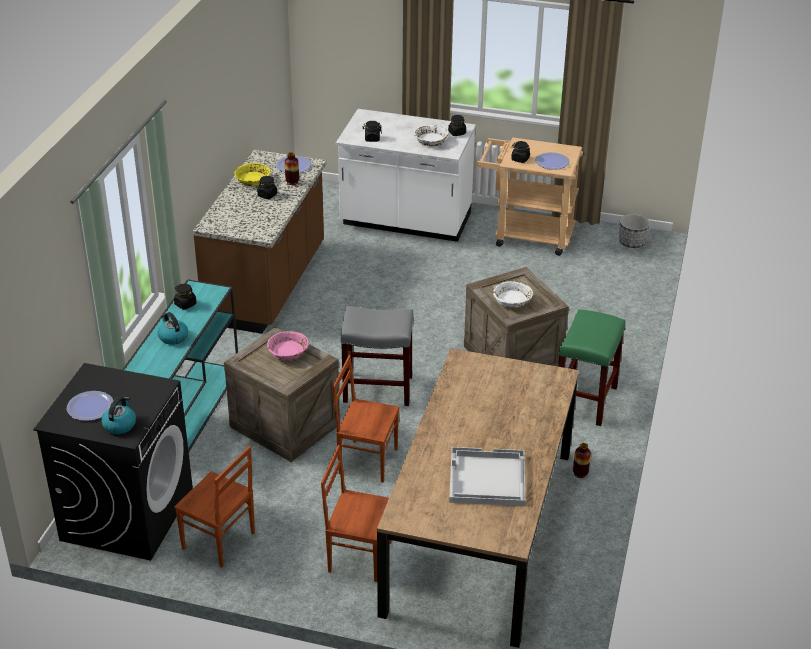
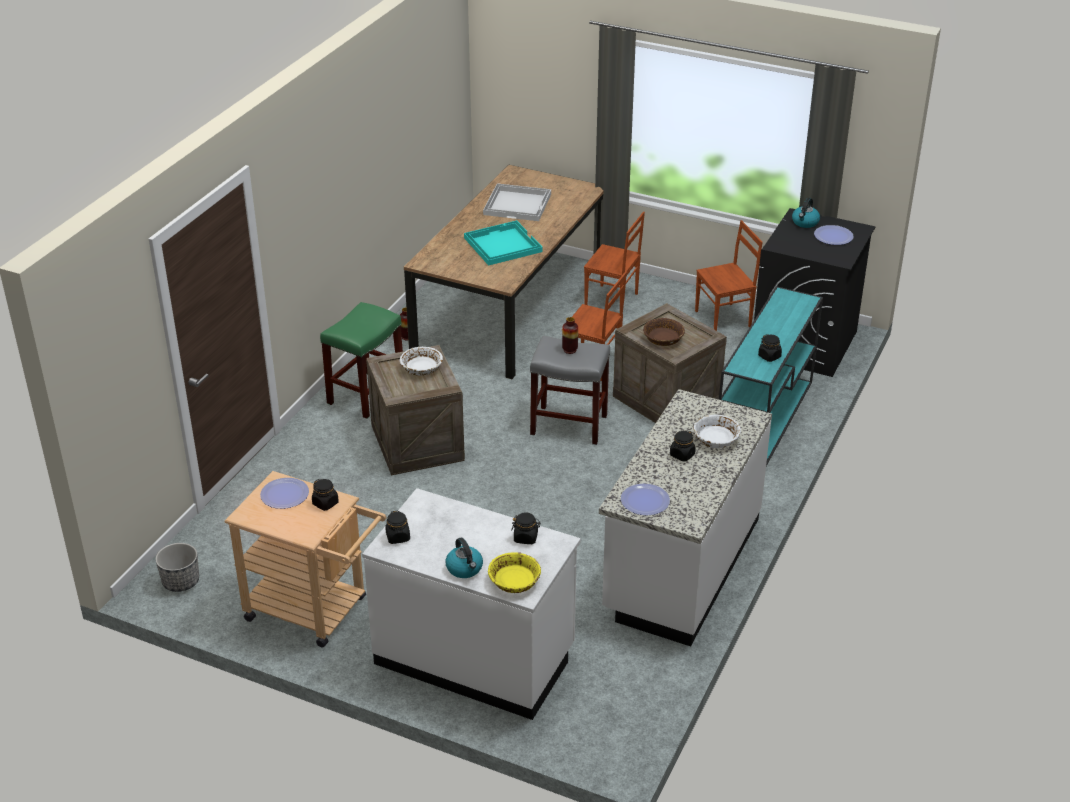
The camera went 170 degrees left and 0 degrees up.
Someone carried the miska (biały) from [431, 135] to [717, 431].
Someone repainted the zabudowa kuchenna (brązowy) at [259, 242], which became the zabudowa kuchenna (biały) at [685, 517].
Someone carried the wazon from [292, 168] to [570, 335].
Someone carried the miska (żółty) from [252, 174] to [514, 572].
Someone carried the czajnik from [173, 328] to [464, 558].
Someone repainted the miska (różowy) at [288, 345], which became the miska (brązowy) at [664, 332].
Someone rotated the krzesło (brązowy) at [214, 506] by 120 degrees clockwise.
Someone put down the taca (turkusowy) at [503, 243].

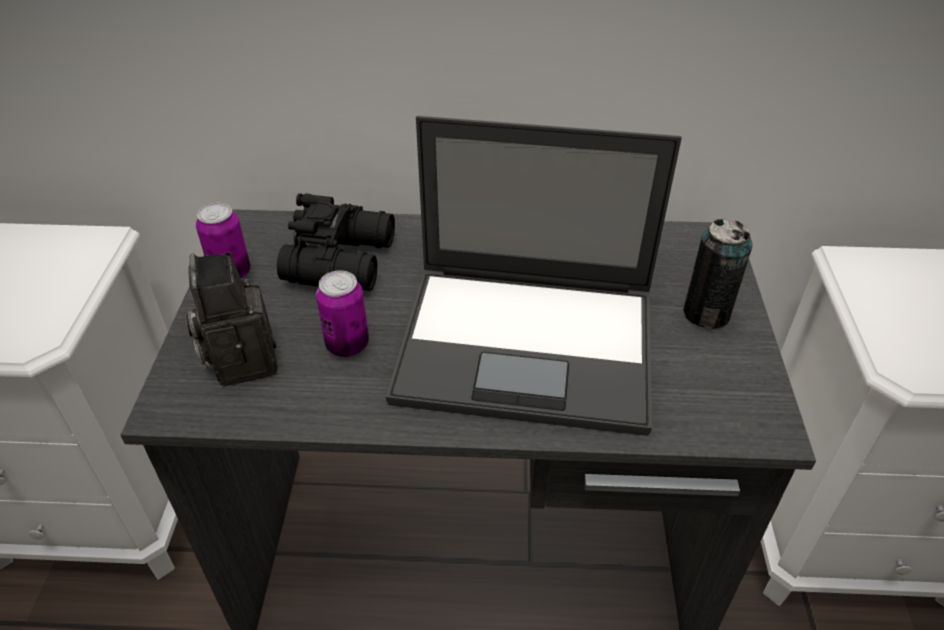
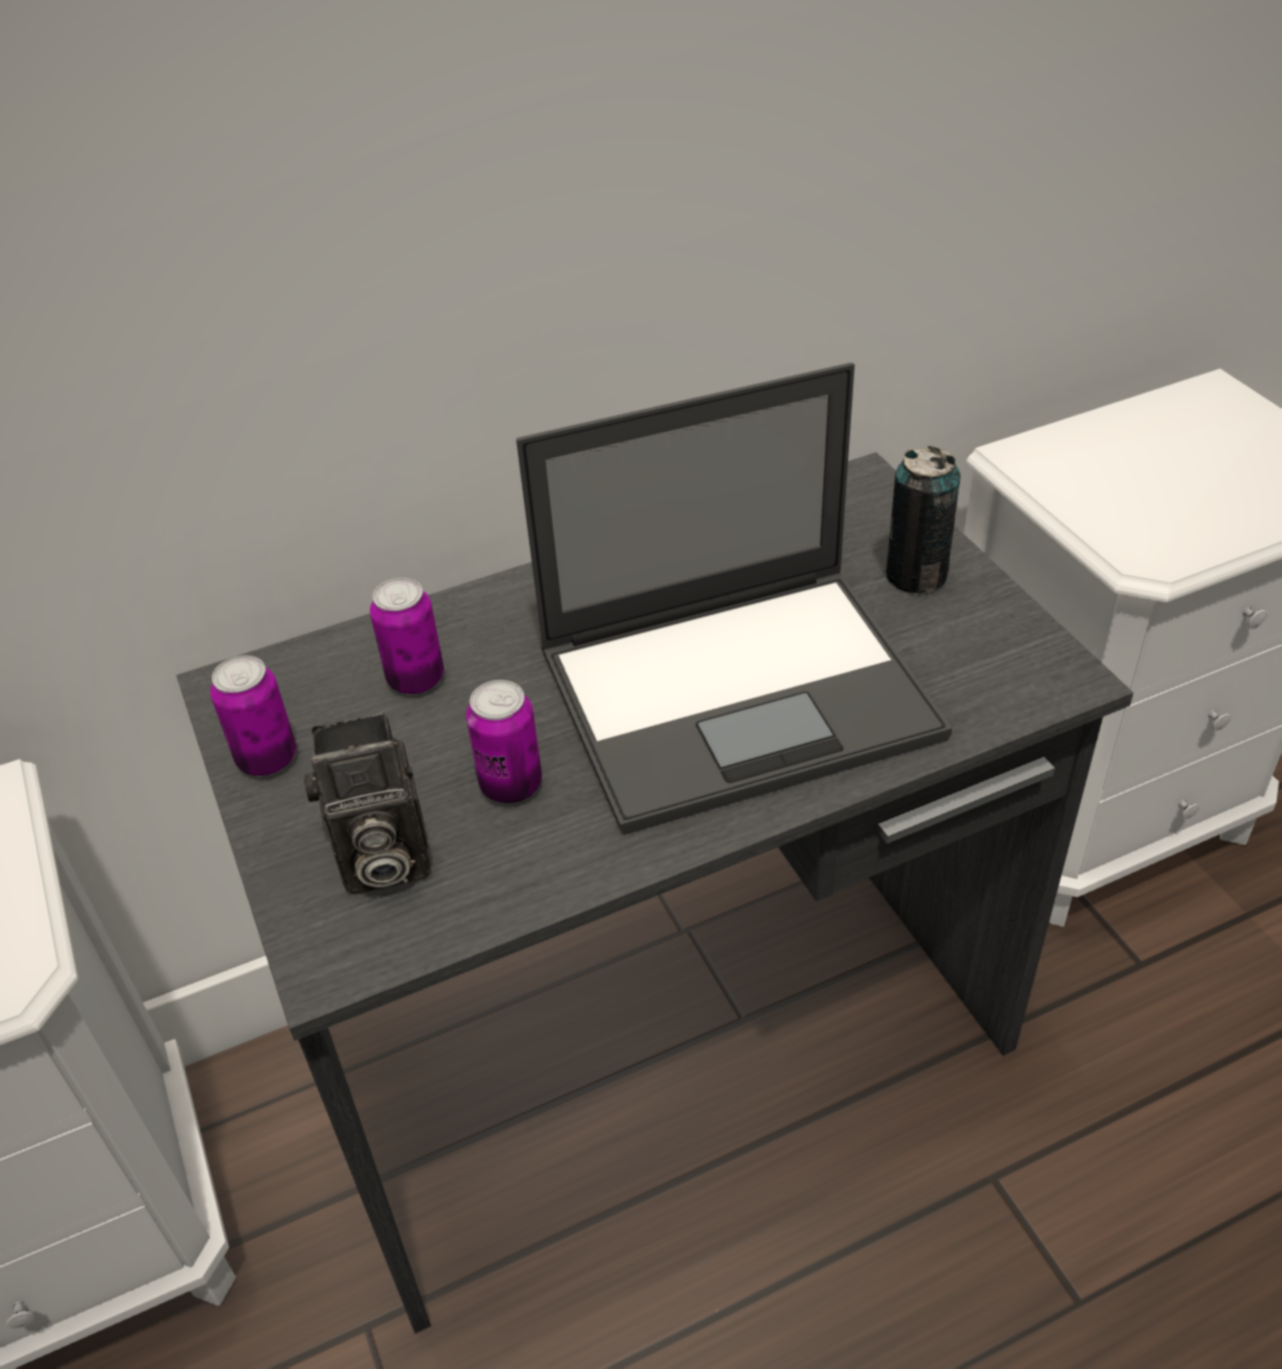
The camera went 25 degrees left and 0 degrees up.
Someone swapped the lornetka (czarny) at [336, 242] for the puszka at [407, 636].
Someone rotated the aparat fotograficzny at [232, 319] by 60 degrees counterclockwise.

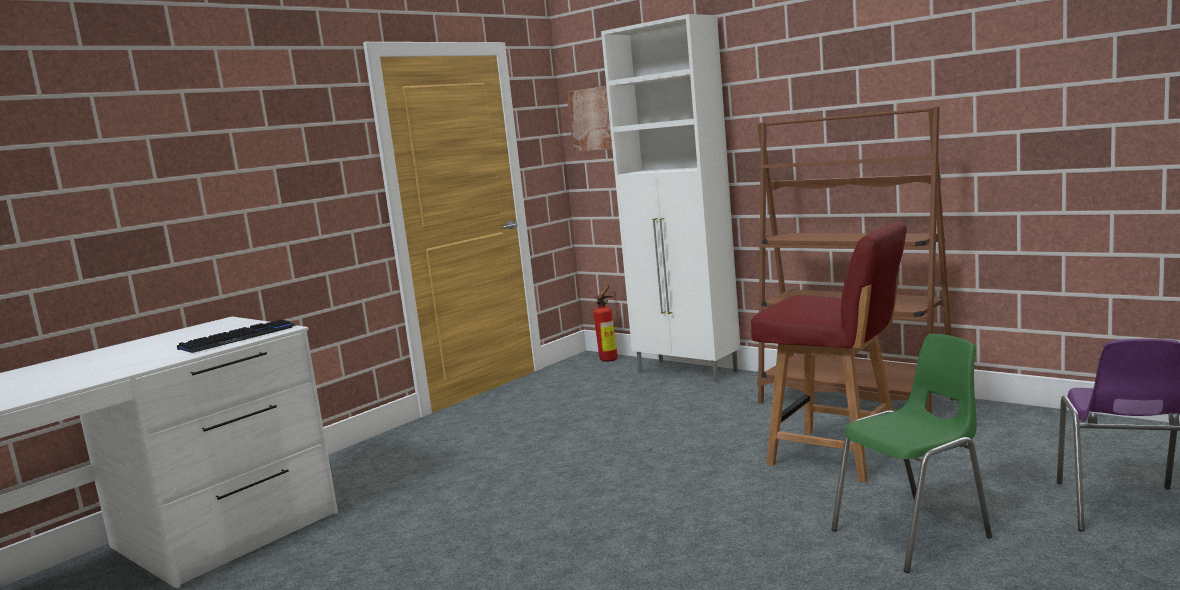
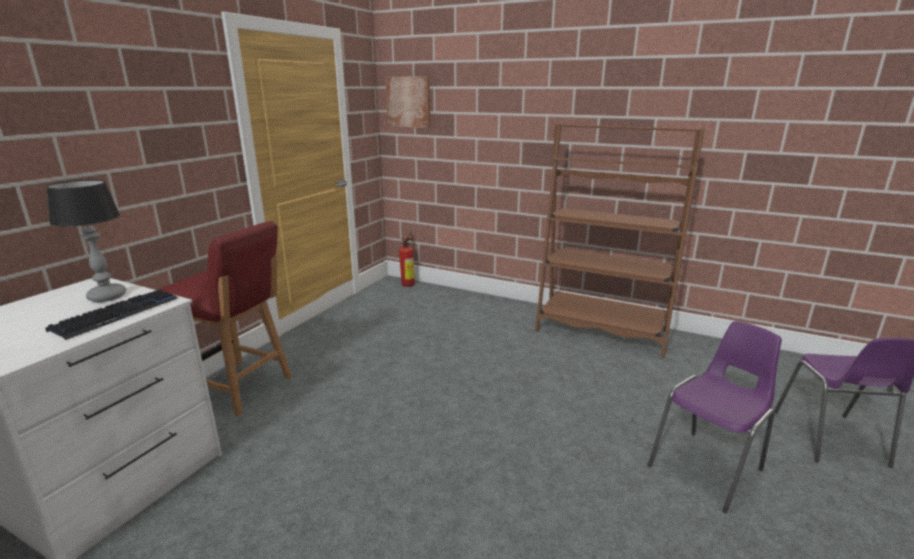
The camera went 15 degrees left and 10 degrees up.
Someone took away the szafka (biały) at [671, 198].
Someone carried the krzesło (czerwony) from [829, 352] to [225, 318].
Someone repainted the krzesło (zielony) at [911, 453], which became the krzesło (fioletowy) at [715, 417].
Someone put down the lampa stołowa at [86, 241].

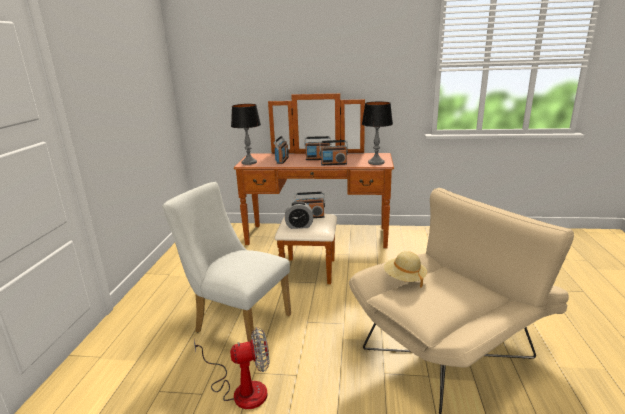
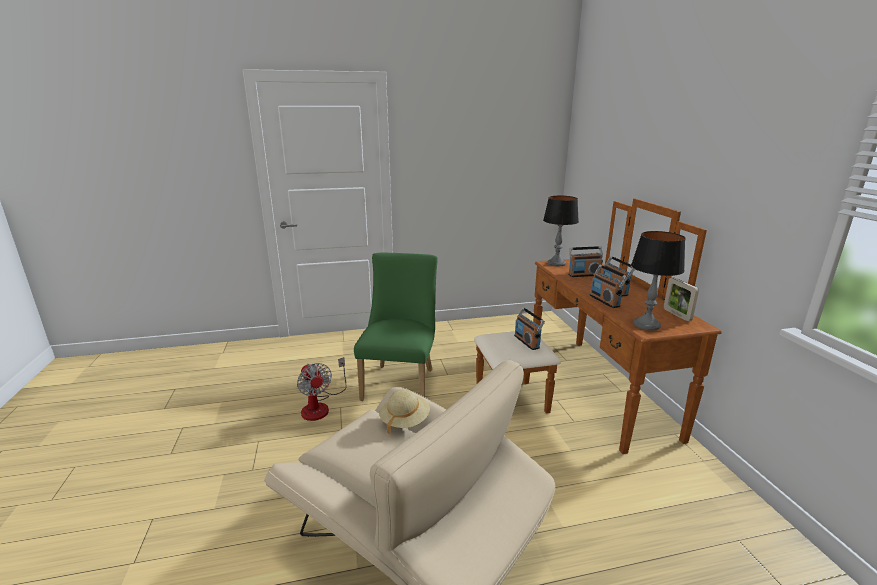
The camera went 70 degrees right and 0 degrees up.
Someone repainted the krzesło (biały) at [226, 262], which became the krzesło (zielony) at [396, 326].
Someone took away the budzik at [299, 215].
Someone put down the ramka na zdjęcie at [681, 299].

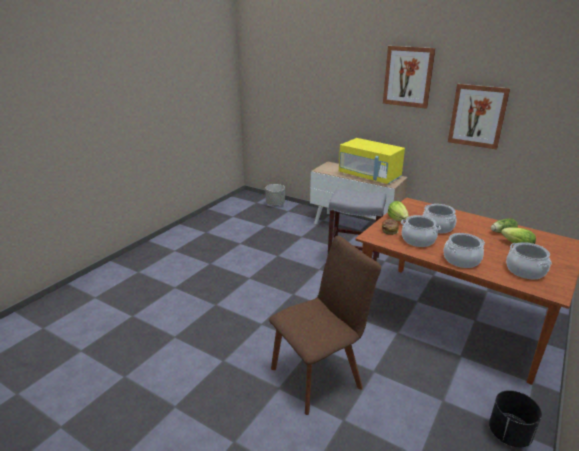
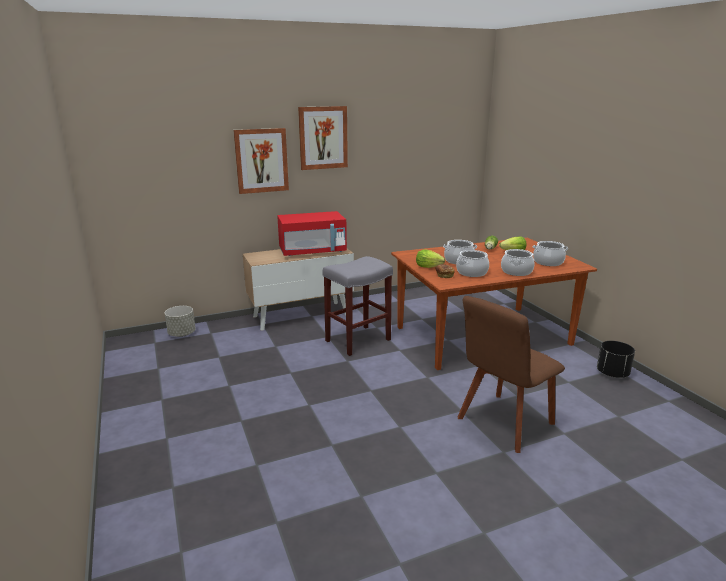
The camera went 55 degrees left and 5 degrees down.
Someone carried the obraz from [479, 116] to [261, 161].
Someone repainted the mikrofalówka (żółty) at [372, 161], which became the mikrofalówka (czerwony) at [312, 233].
Someone rotated the krzesło (brązowy) at [325, 325] by 135 degrees counterclockwise.

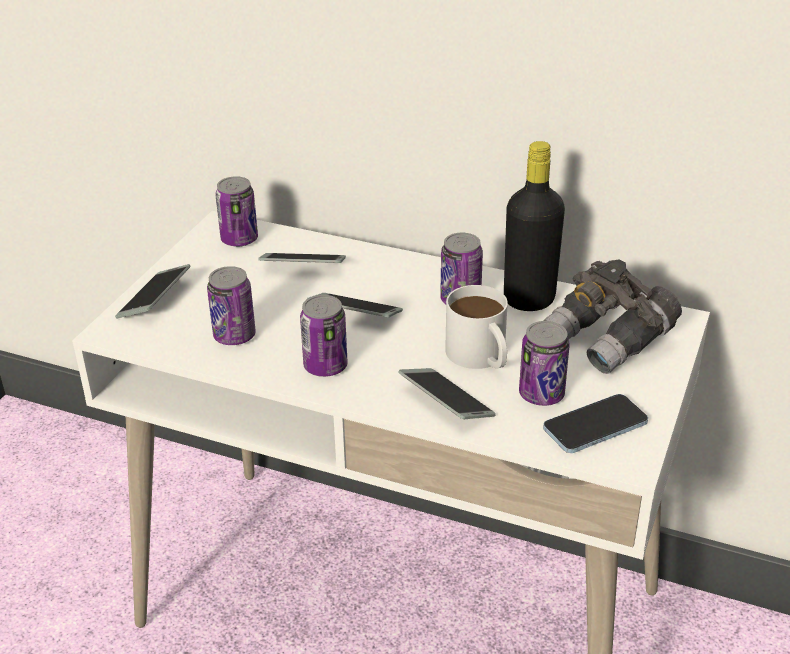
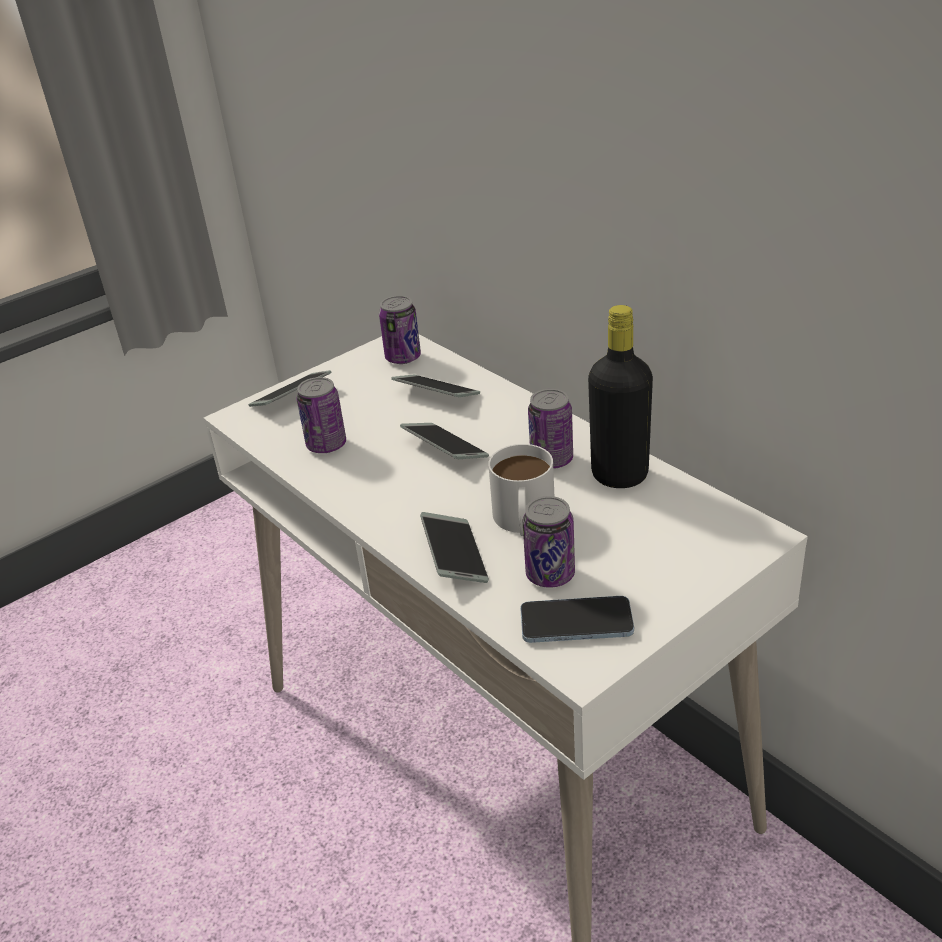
The camera went 30 degrees right and 0 degrees up.
Someone took away the lornetka (szary) at [612, 316].
Someone took away the puszka at [324, 336].

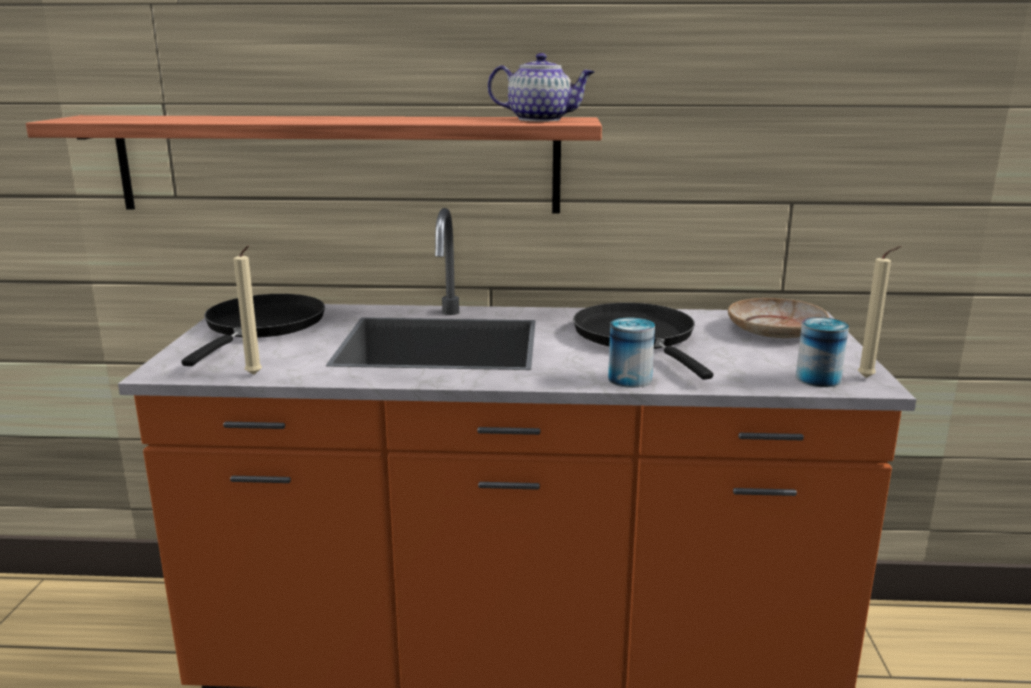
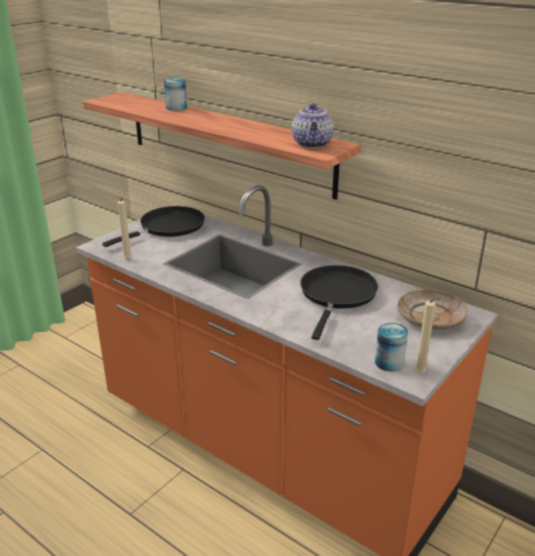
The camera went 35 degrees right and 10 degrees up.
Someone rotated the imbryk at [541, 87] by 45 degrees clockwise.
Someone carried the puszka from [631, 352] to [175, 94].

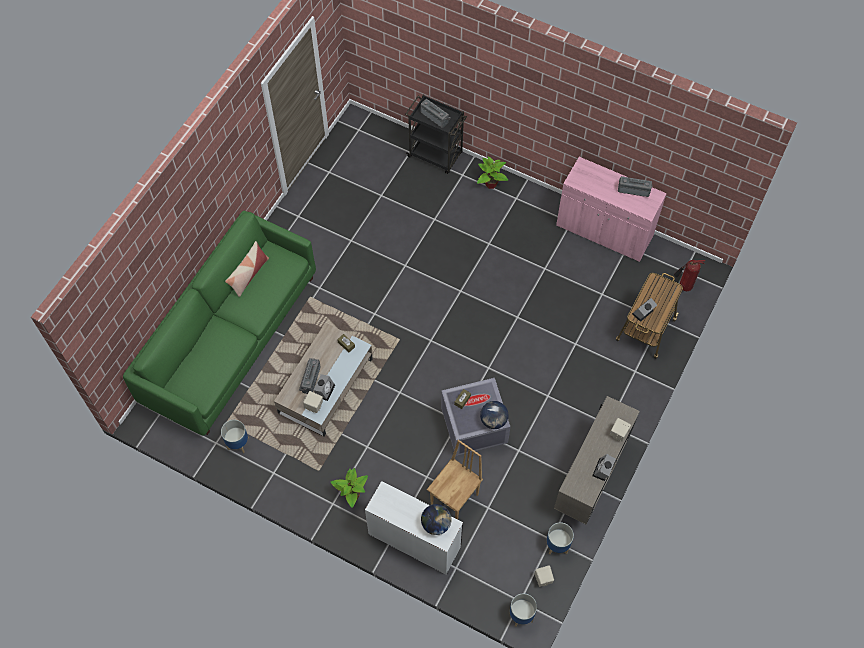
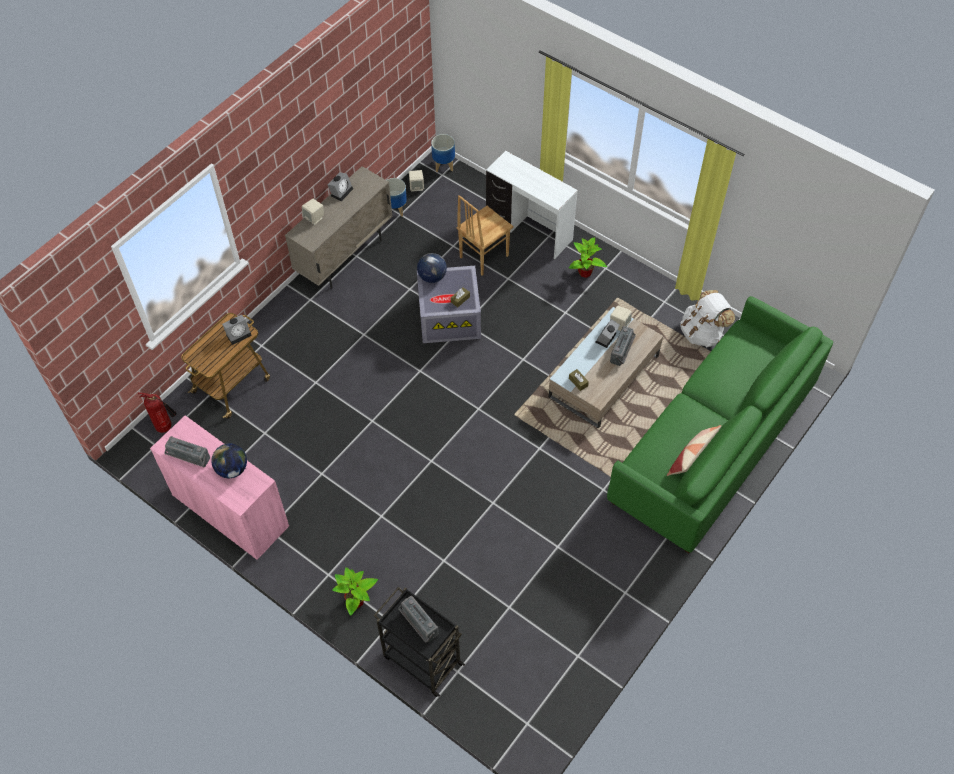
The camera went 170 degrees left and 5 degrees down.
Someone swapped the donica at [235, 436] for the plecak (biały) at [707, 318].
Someone carried the globus from [436, 519] to [229, 460].

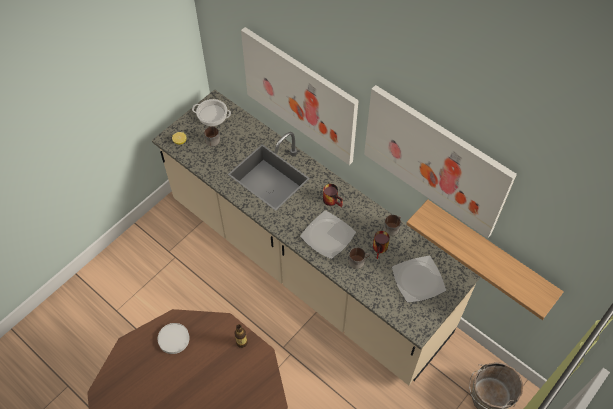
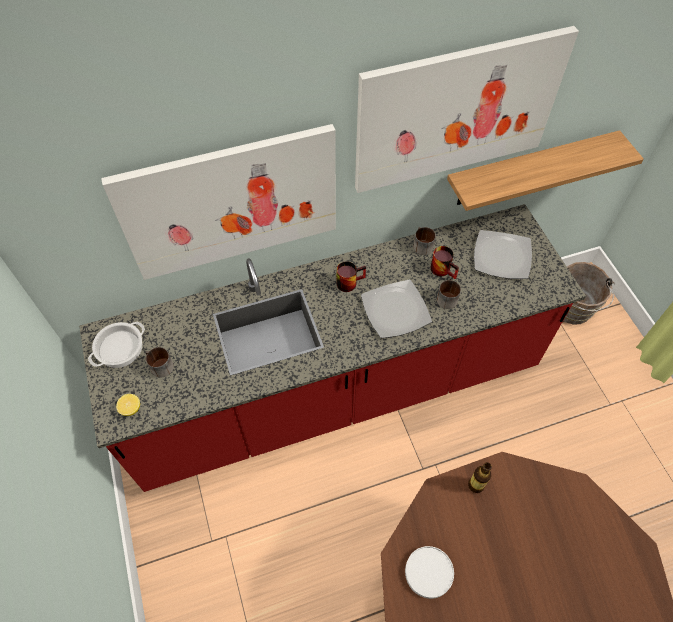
The camera went 60 degrees left and 0 degrees up.
Someone repainted the zabudowa kuchenna (beżowy) at [316, 237], which became the zabudowa kuchenna (czerwony) at [332, 348].

